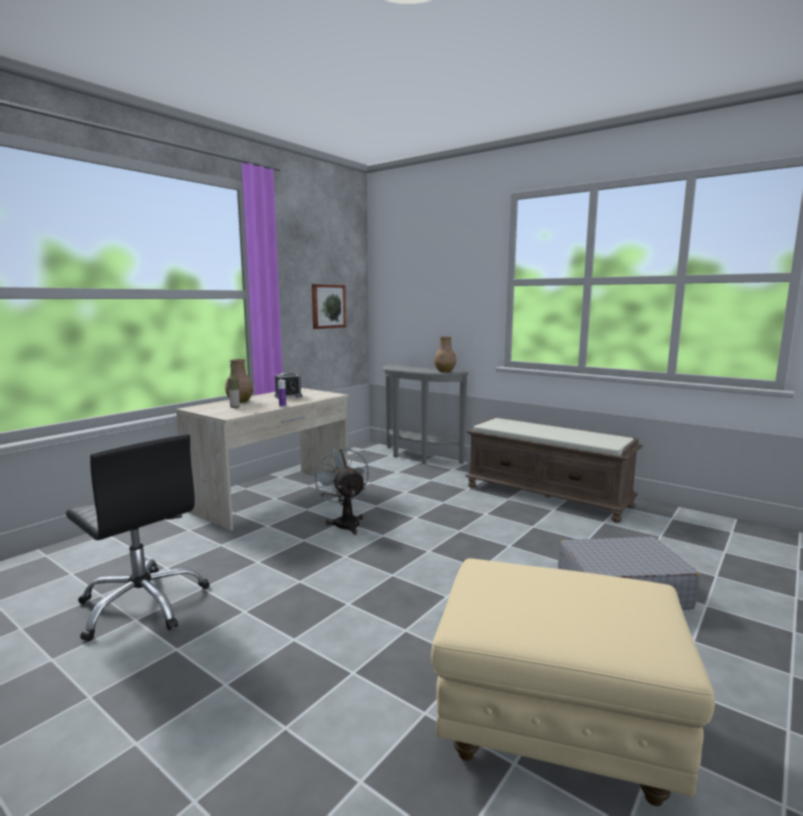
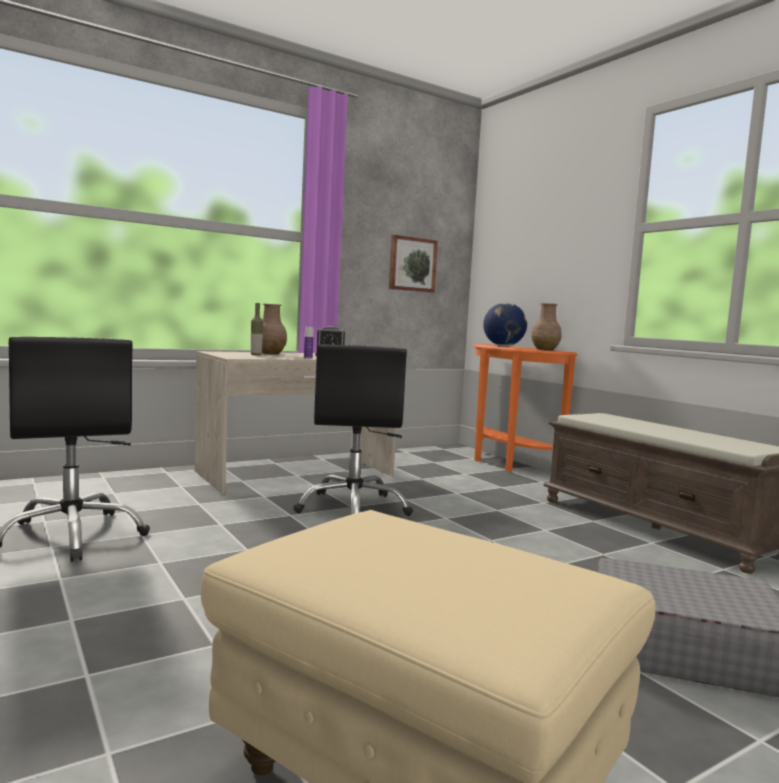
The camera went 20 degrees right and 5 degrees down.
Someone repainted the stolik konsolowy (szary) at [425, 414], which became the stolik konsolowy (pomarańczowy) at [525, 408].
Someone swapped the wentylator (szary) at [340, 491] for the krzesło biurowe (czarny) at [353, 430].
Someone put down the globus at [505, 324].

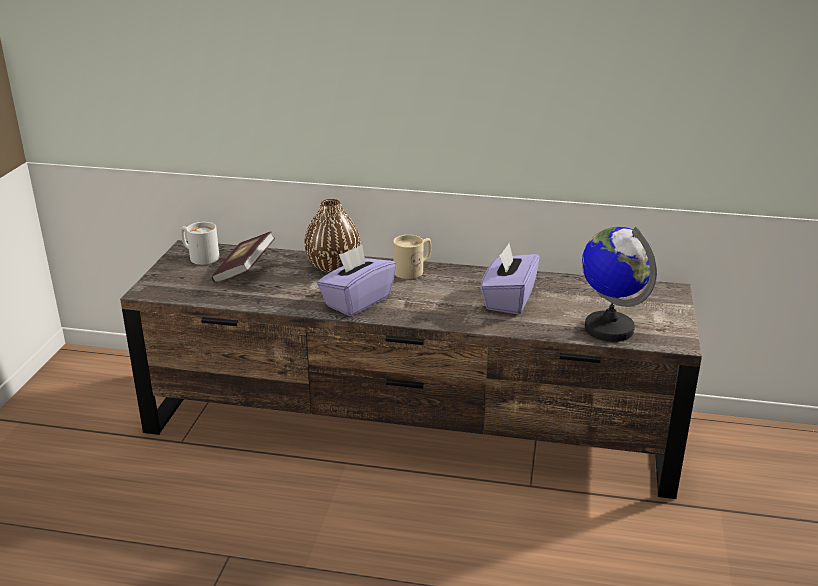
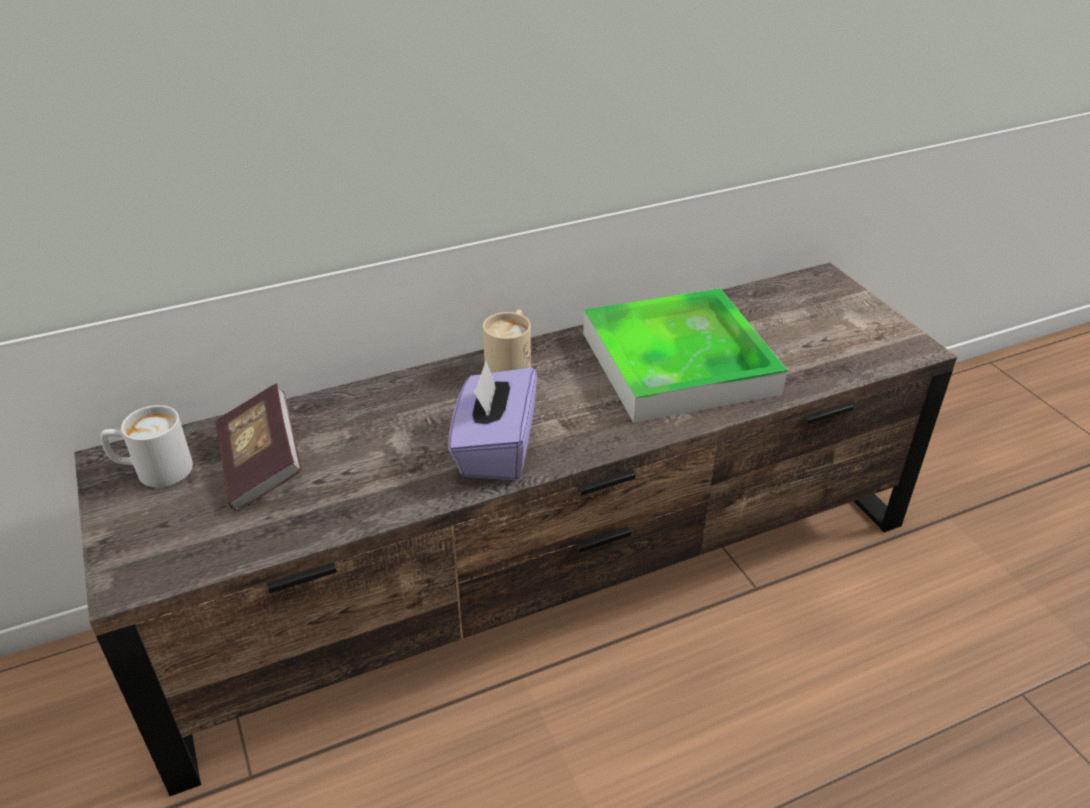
The camera went 35 degrees left and 10 degrees up.
Someone took away the wazon (brązowy) at [332, 236].
Someone took away the globus at [619, 284].
Someone swapped the pudełko chusteczek (fioletowy) at [509, 278] for the taca at [685, 355].

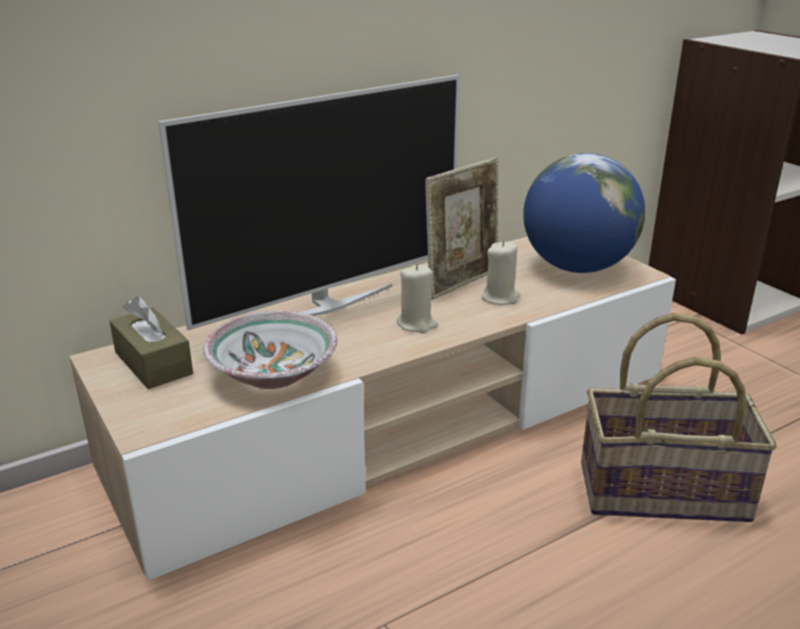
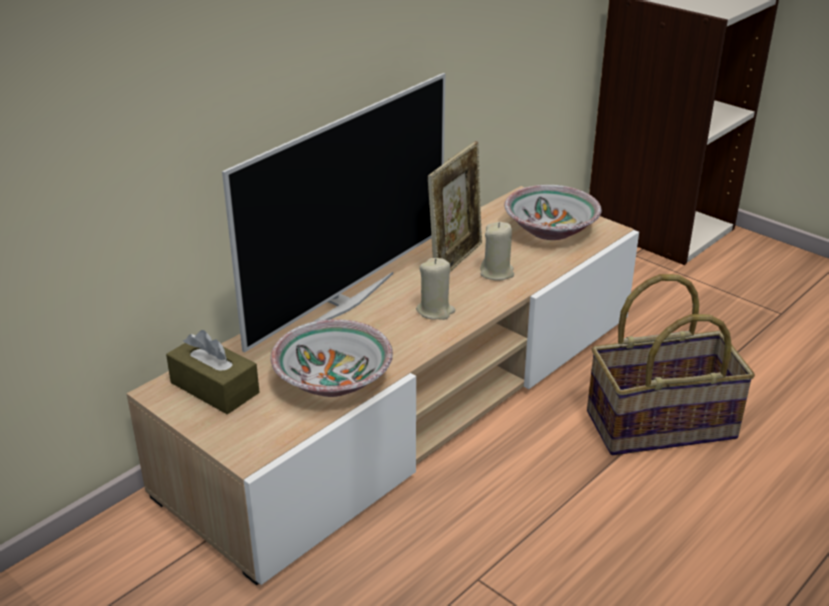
The camera went 15 degrees left and 5 degrees up.
Someone swapped the globus at [584, 213] for the miska at [553, 212].

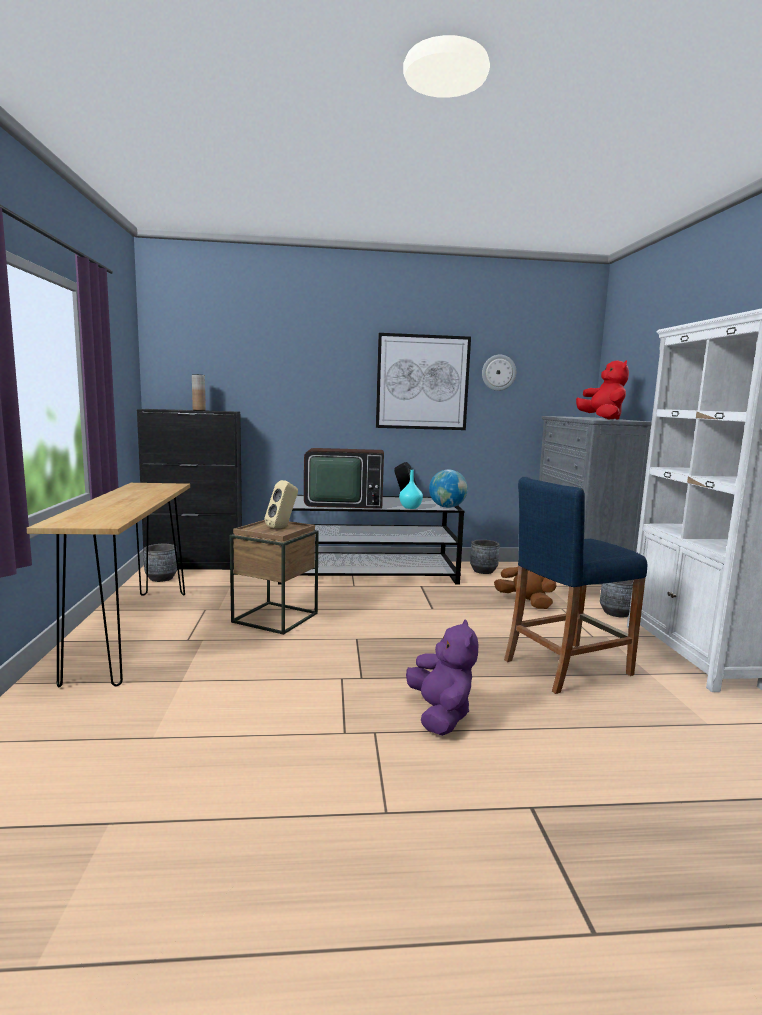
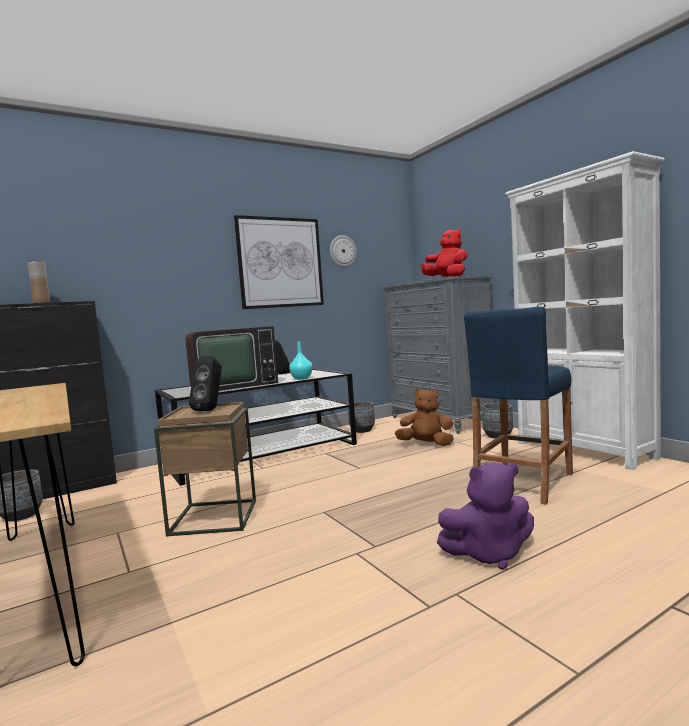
The camera went 25 degrees left and 5 degrees down.
Someone took away the globus at [448, 488].
Someone repainted the głośnik (beżowy) at [281, 504], which became the głośnik (czarny) at [205, 383].
Someone rotated the pluszak (fioletowy) at [442, 678] by 120 degrees clockwise.

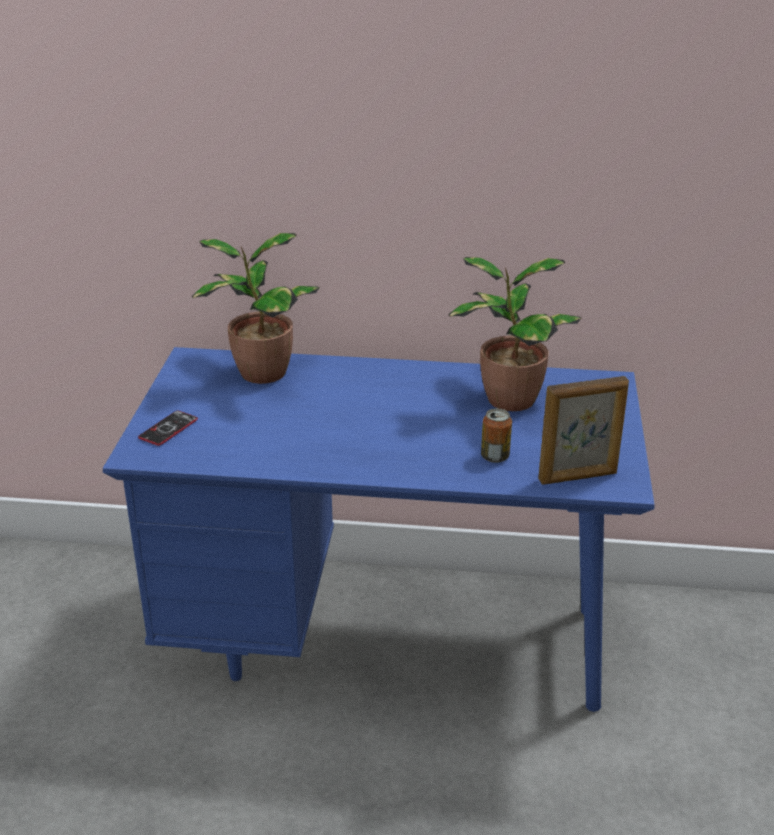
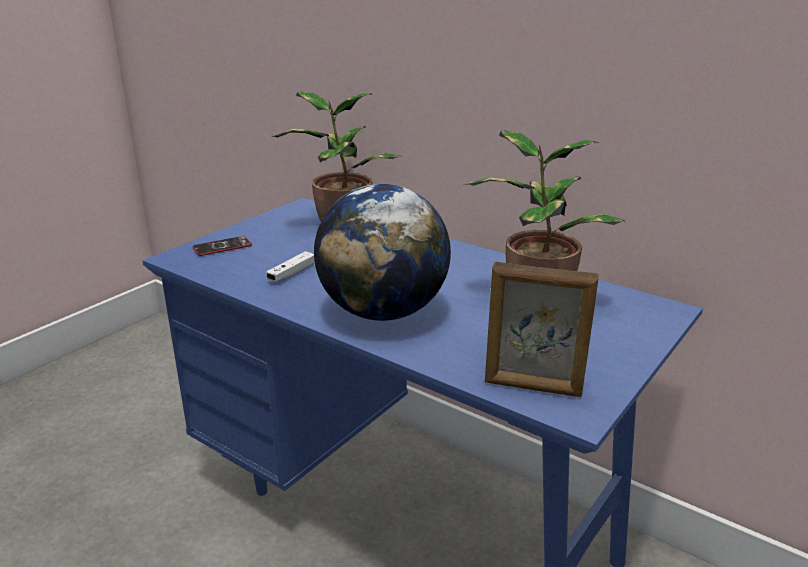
The camera went 30 degrees right and 5 degrees down.
Someone took away the puszka at [496, 435].
Someone put down the globus at [382, 252].
Someone put down the pad do gier (biały) at [290, 266].

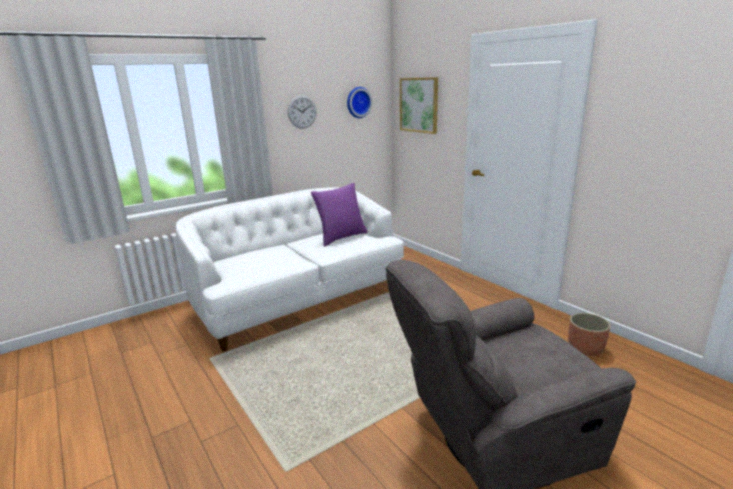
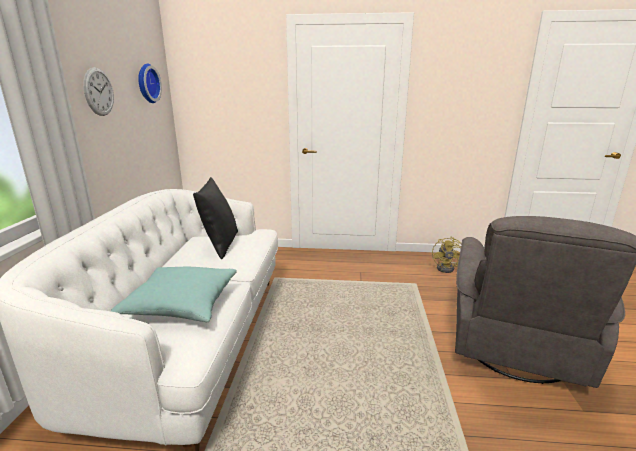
The camera went 50 degrees left and 0 degrees up.
Someone took away the obraz at [419, 105].
Someone repainted the poduszka (fioletowy) at [339, 214], which became the poduszka (czarny) at [215, 218].
Someone swapped the donica at [589, 334] for the wentylator (żółty) at [447, 254].
Someone put down the poduszka (turkusowy) at [174, 294].

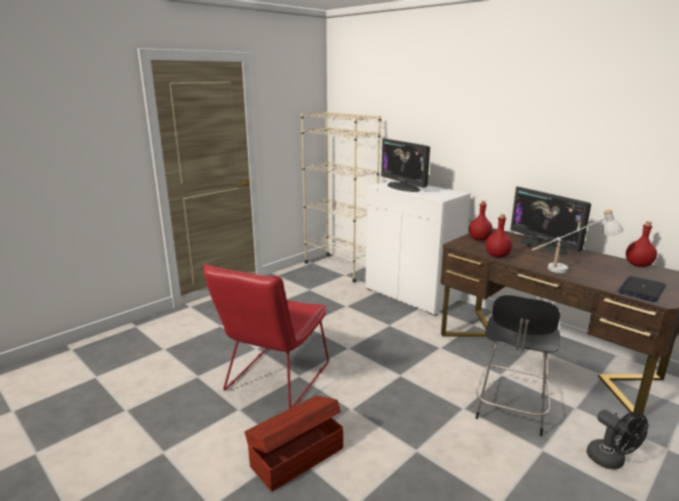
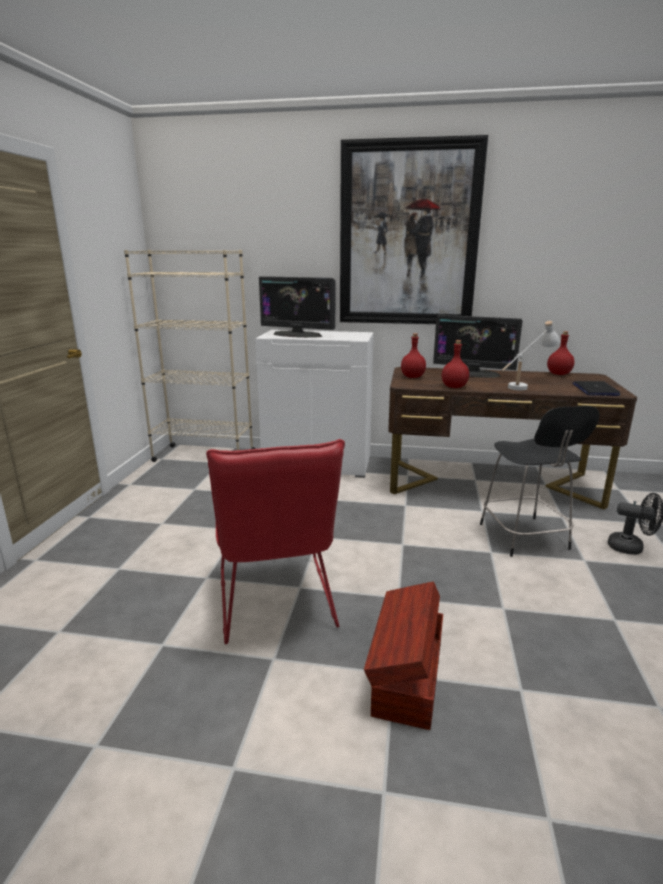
The camera went 35 degrees left and 0 degrees up.
Someone put up the obraz at [414, 229].

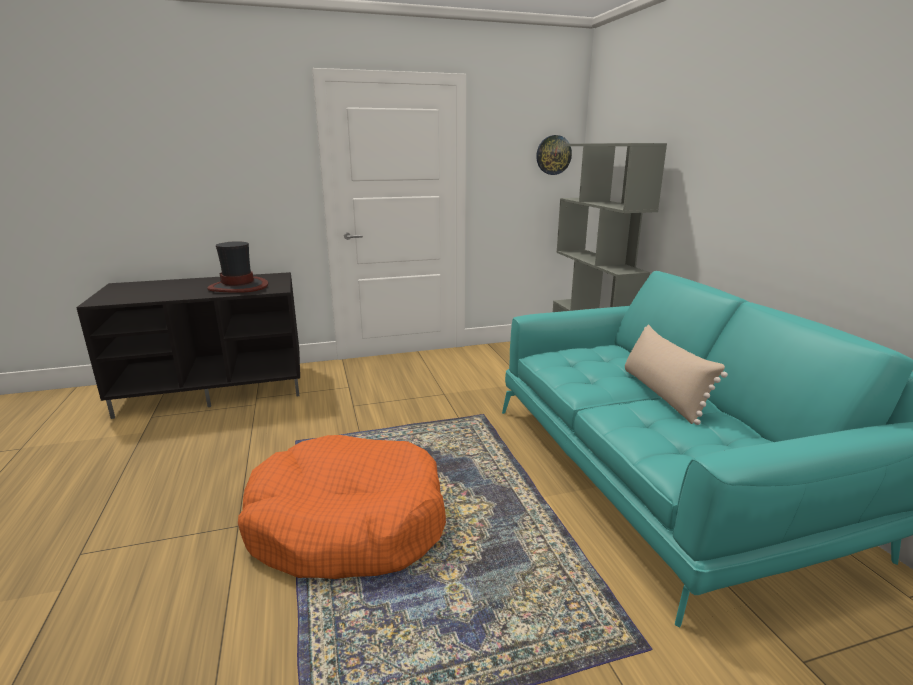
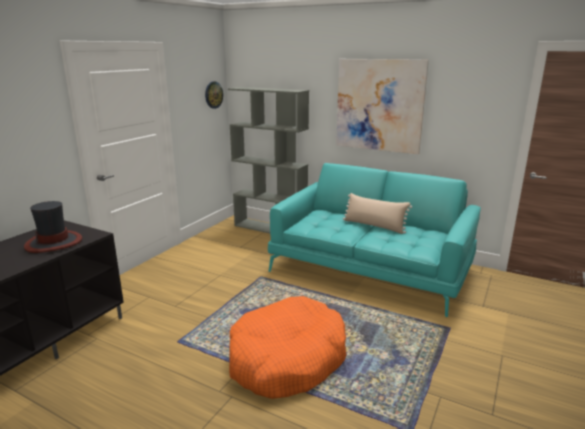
The camera went 45 degrees left and 0 degrees up.
Someone put up the obraz at [382, 106].

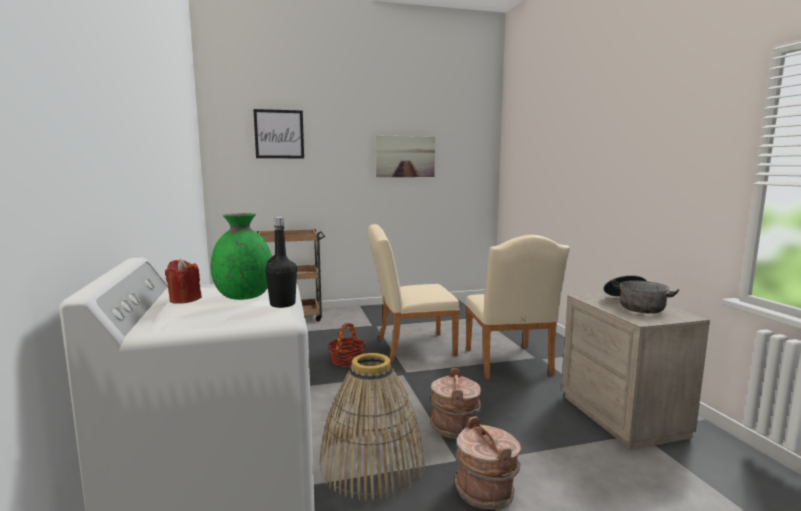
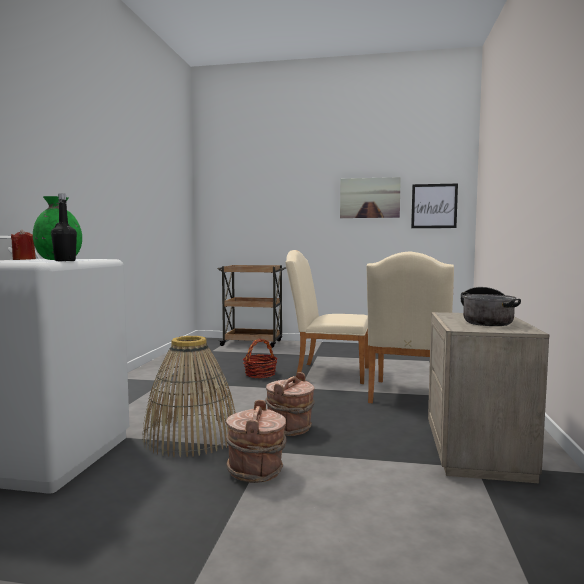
The camera went 25 degrees right and 5 degrees down.
Someone carried the obraz from [278, 133] to [434, 206].

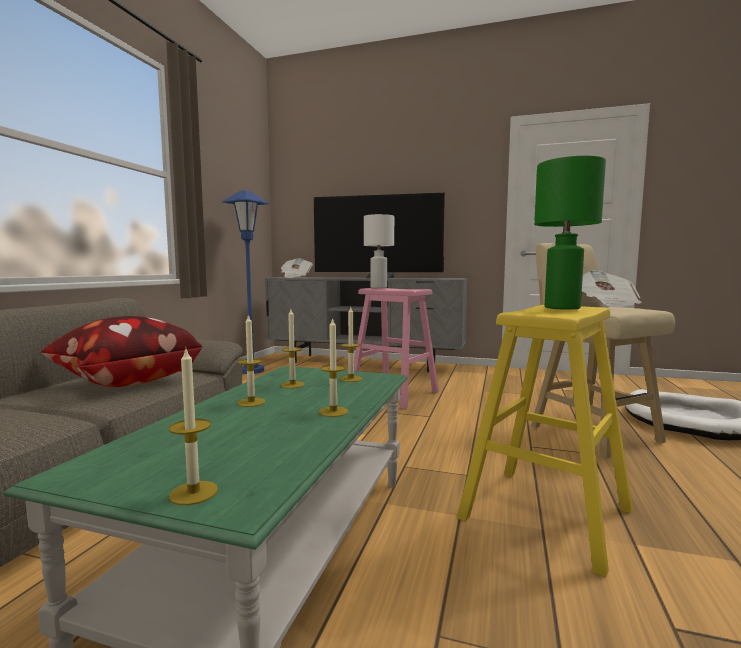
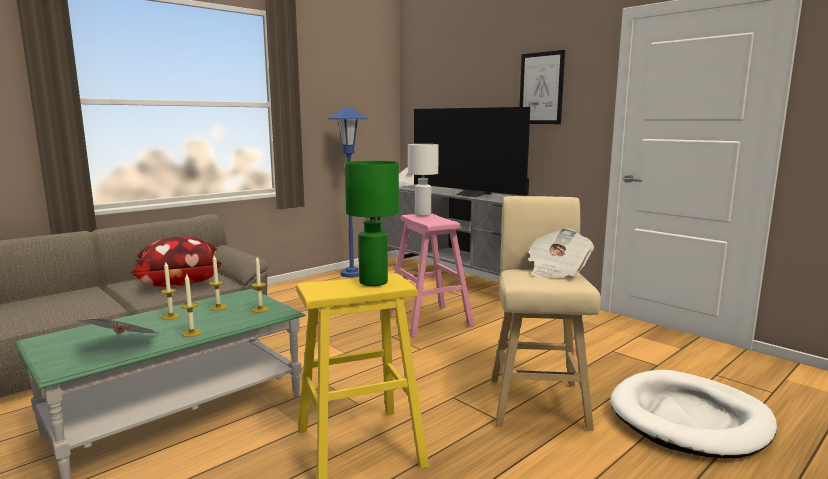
The camera went 30 degrees right and 5 degrees up.
Someone took away the świeca at [193, 426].
Someone put up the obraz at [542, 87].
Someone put down the gazeta at [119, 326].

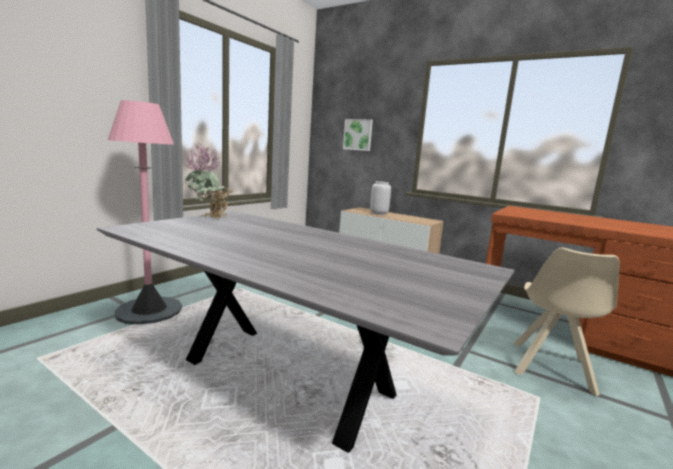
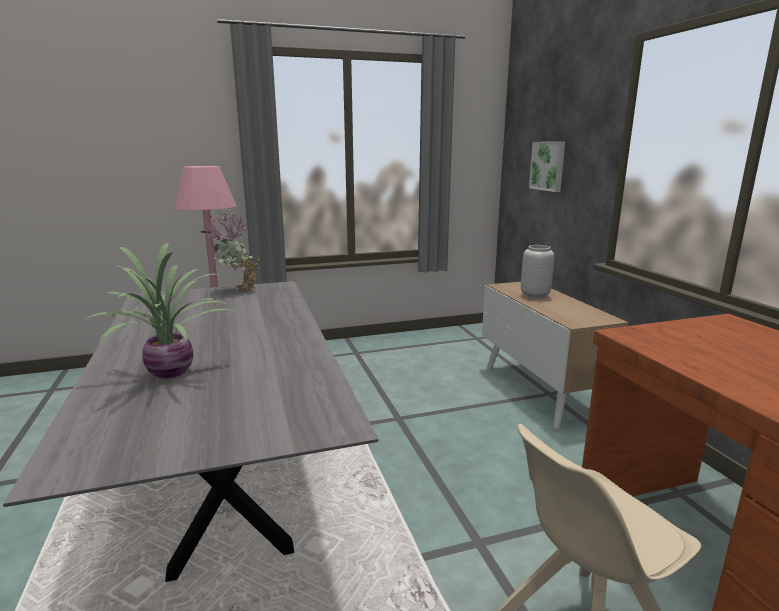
The camera went 40 degrees right and 5 degrees up.
Someone put down the roślina doniczkowa at [160, 311].

